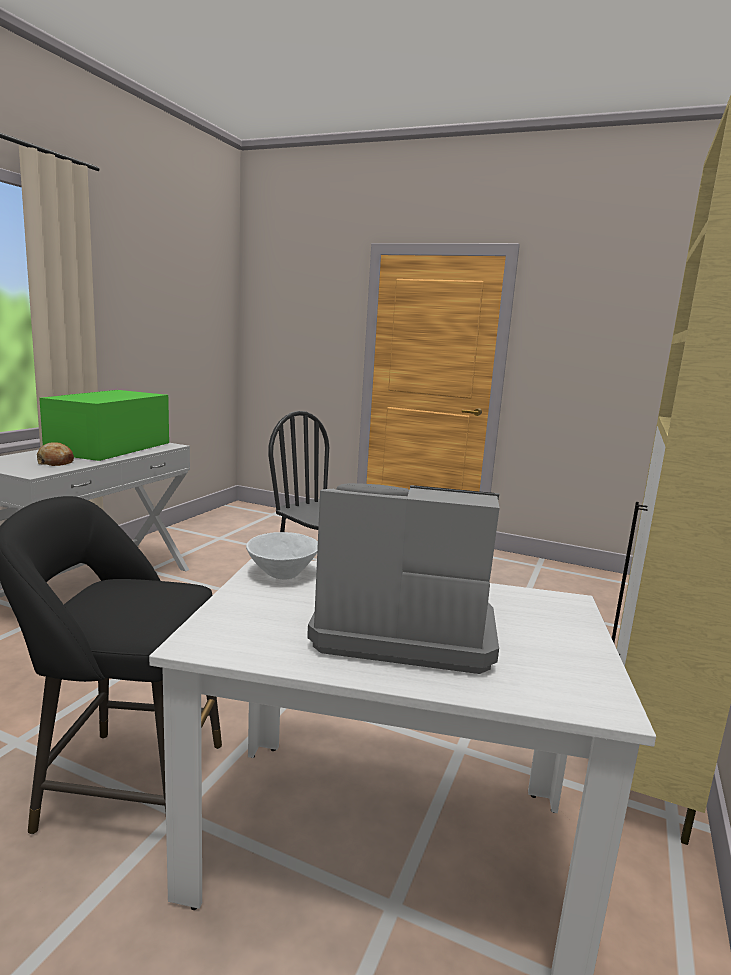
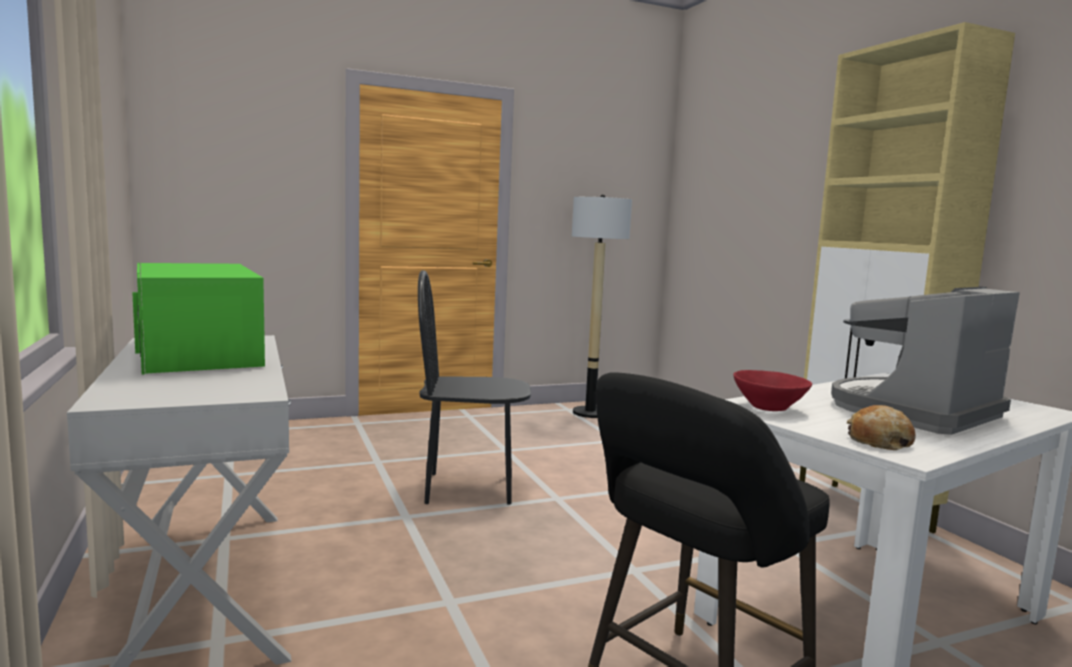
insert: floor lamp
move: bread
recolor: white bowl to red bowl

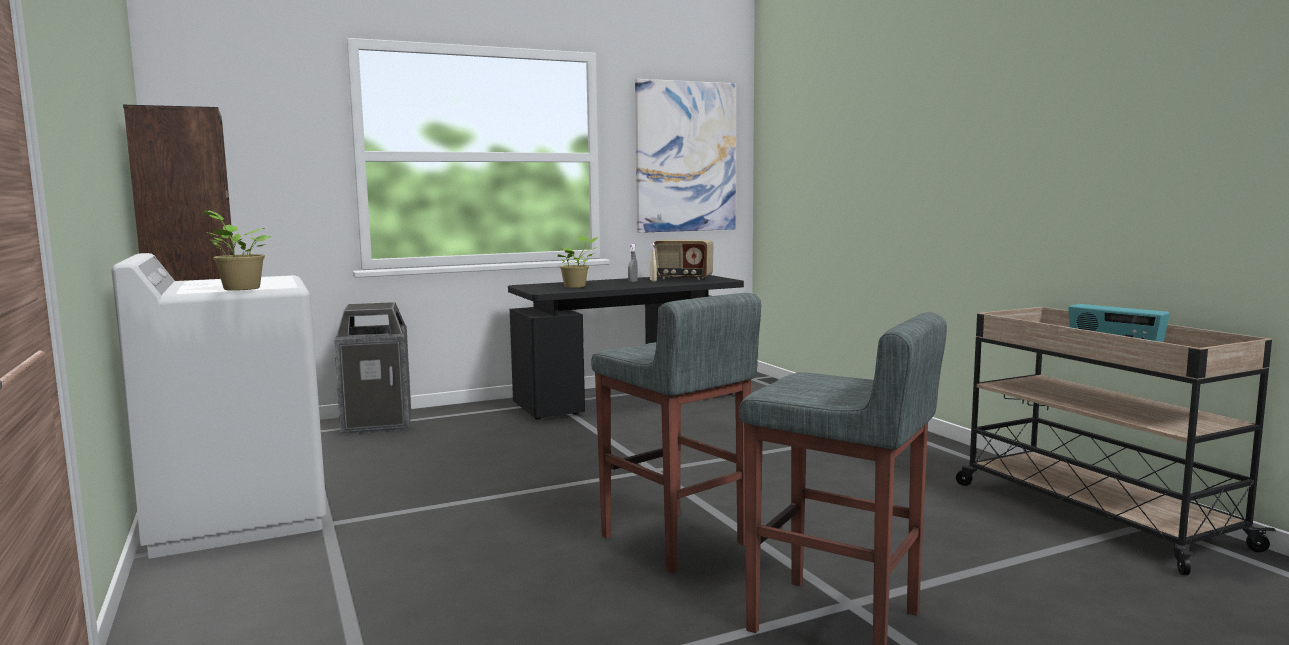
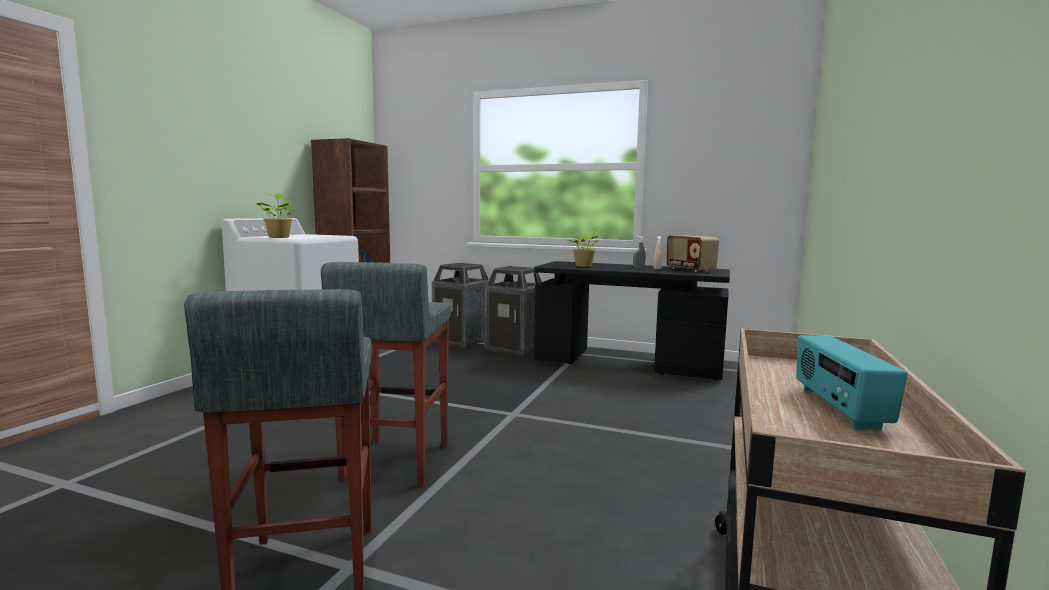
delete: picture
insert: trash can (2nd from left)

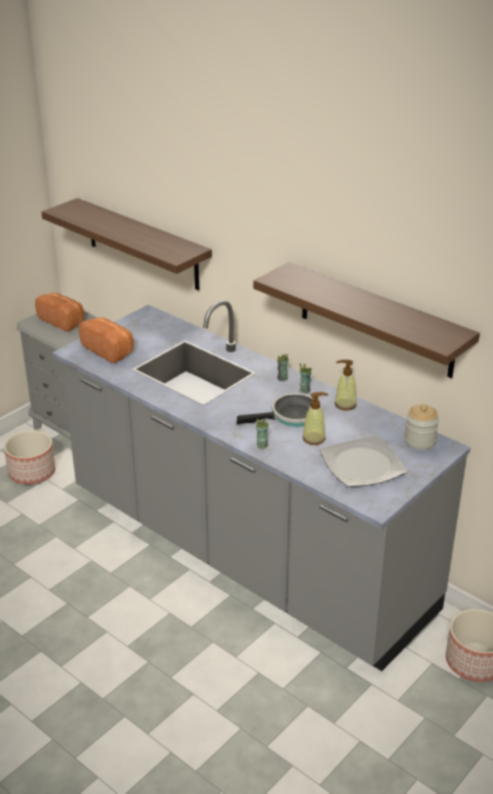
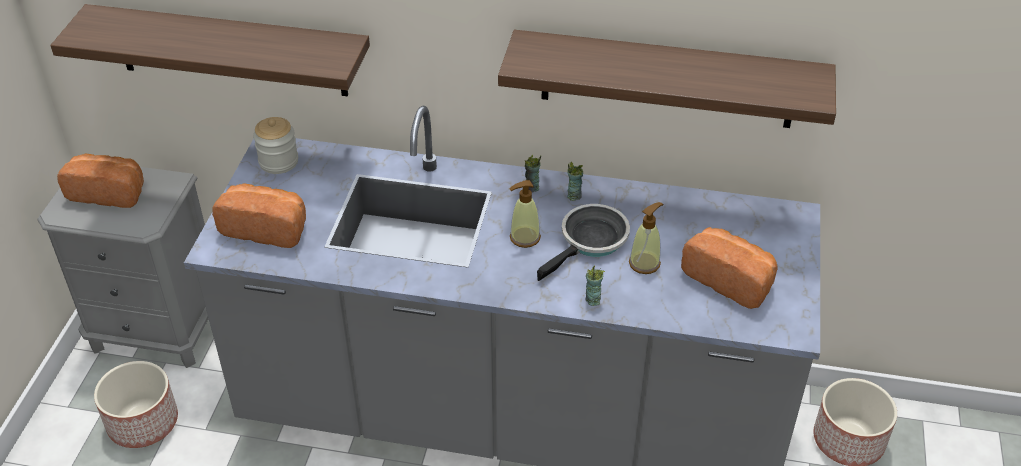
move: soap dispenser (2nd from left in the first image) to soap dispenser (1st from left); jar
replace: plate to bread (3rd from left)

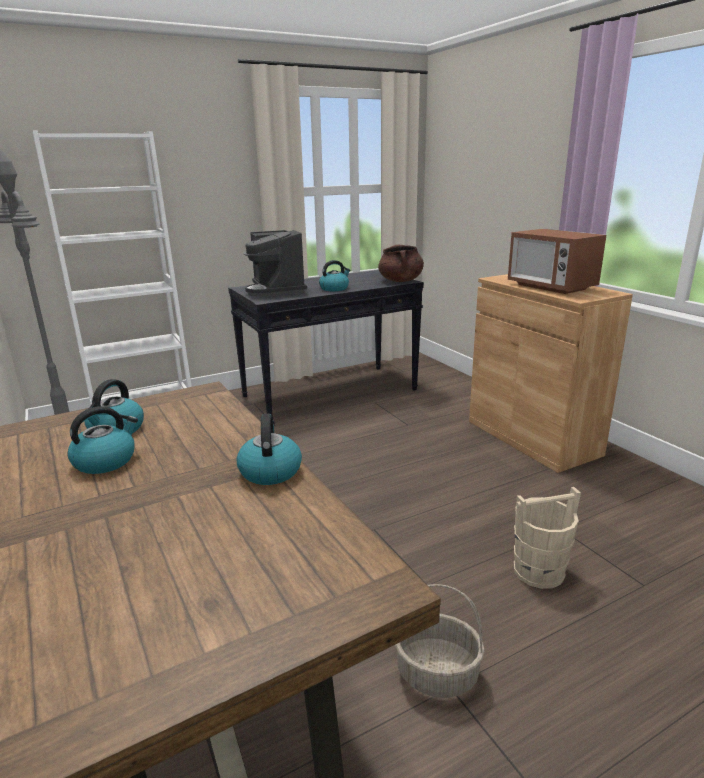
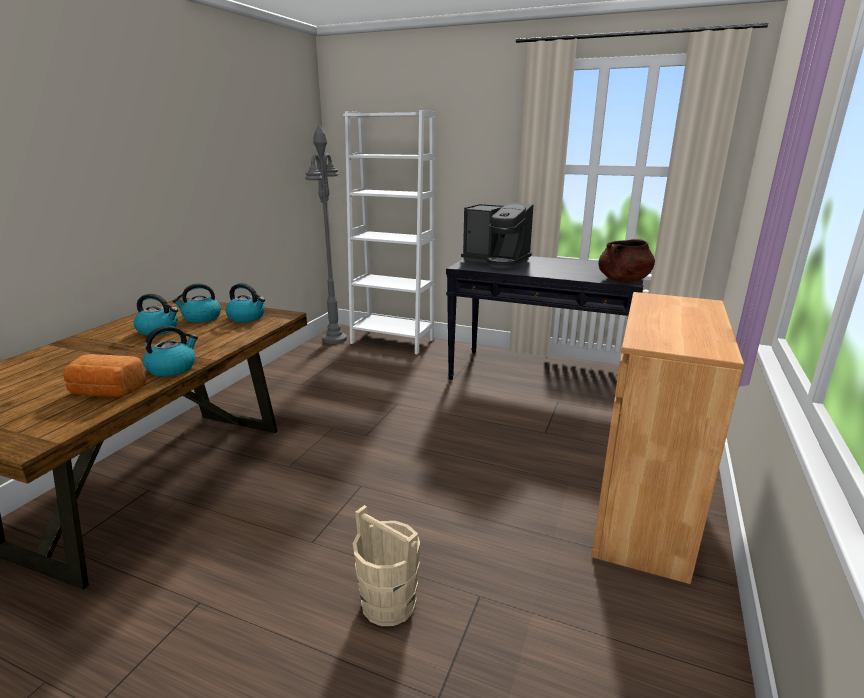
delete: microwave; basket
insert: bread
move: kettle (4th from left)
rotate: coffee machine 90 degrees counterclockwise

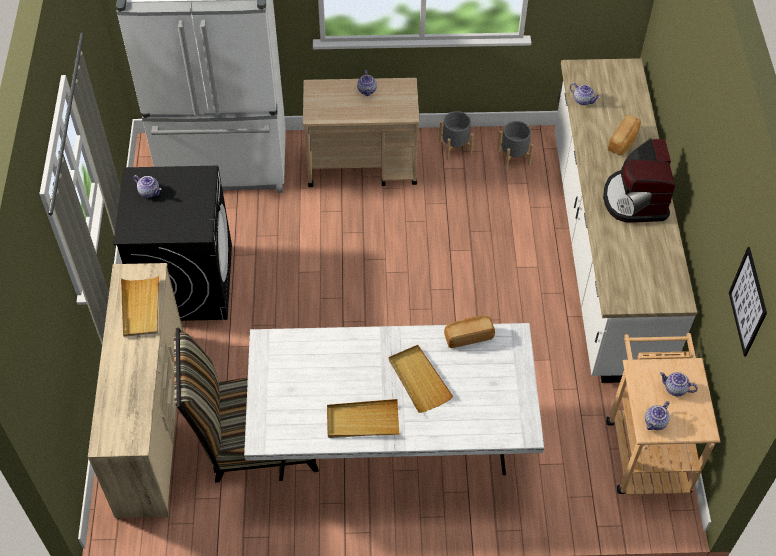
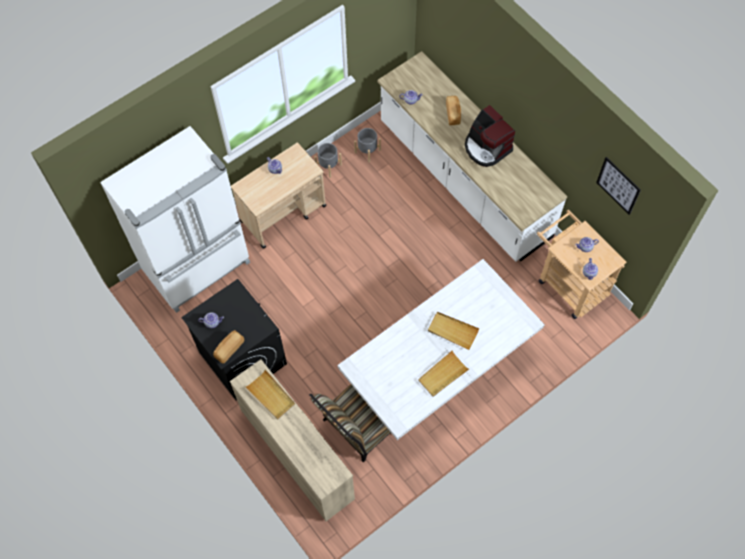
move: bread (1st from left)

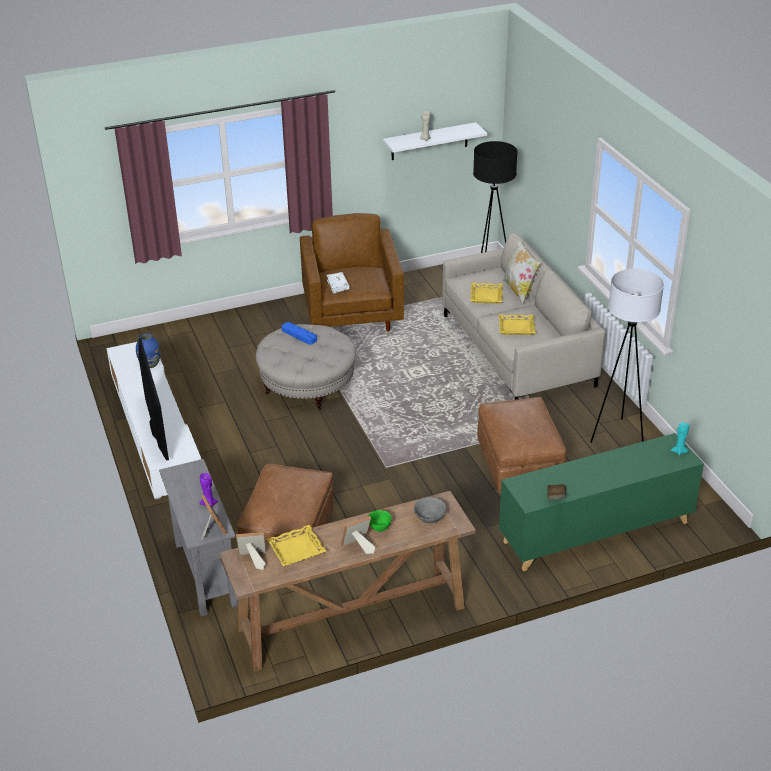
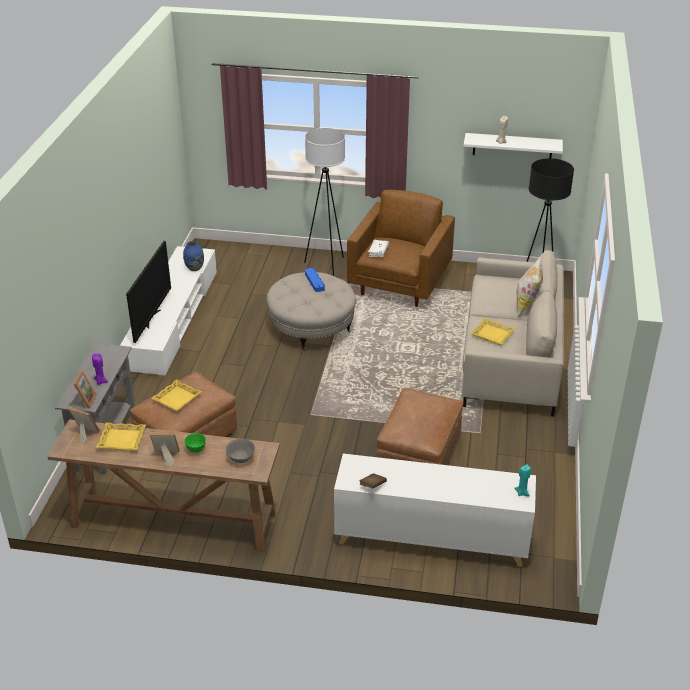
move: white floor lamp; yellow tray (2nd from left)
recolor: green cabinet to white cabinet

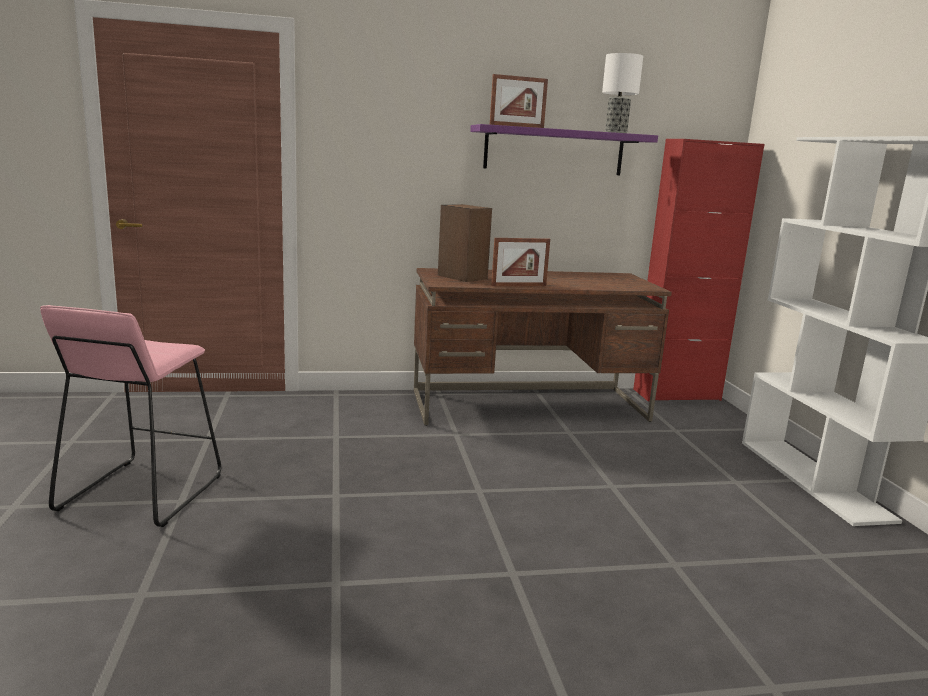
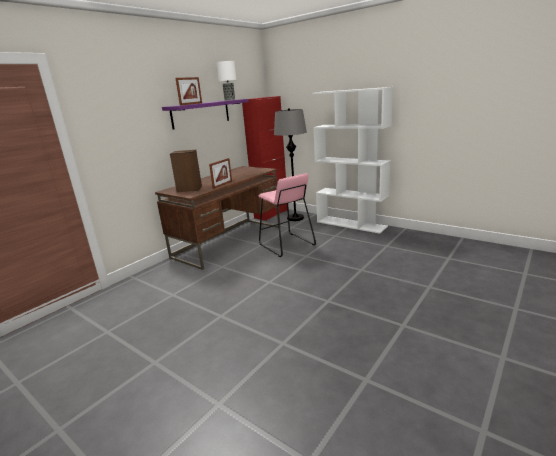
insert: grey floor lamp
move: pink stool

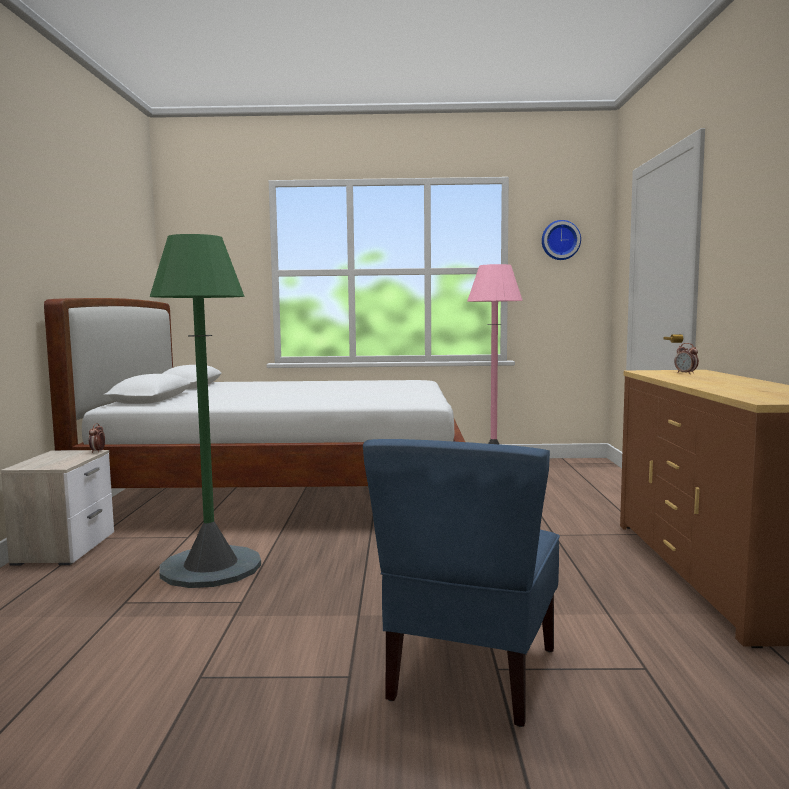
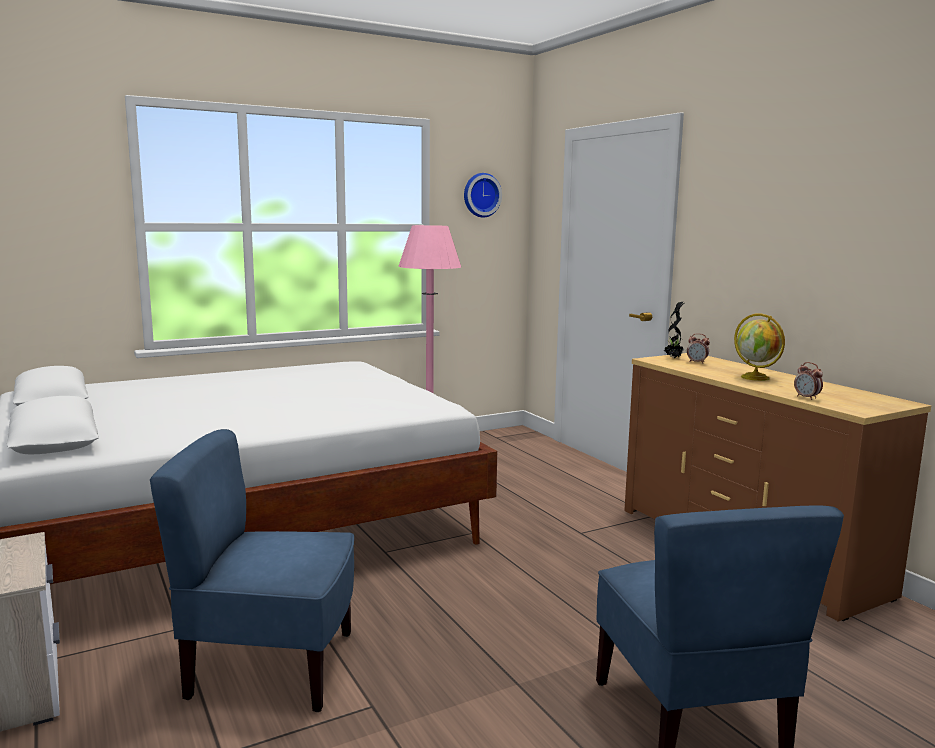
insert: potted plant; globe
move: alarm clock (1st from left in the first image) to alarm clock (2nd from left)
replace: green floor lamp to blue chair (1st from left)

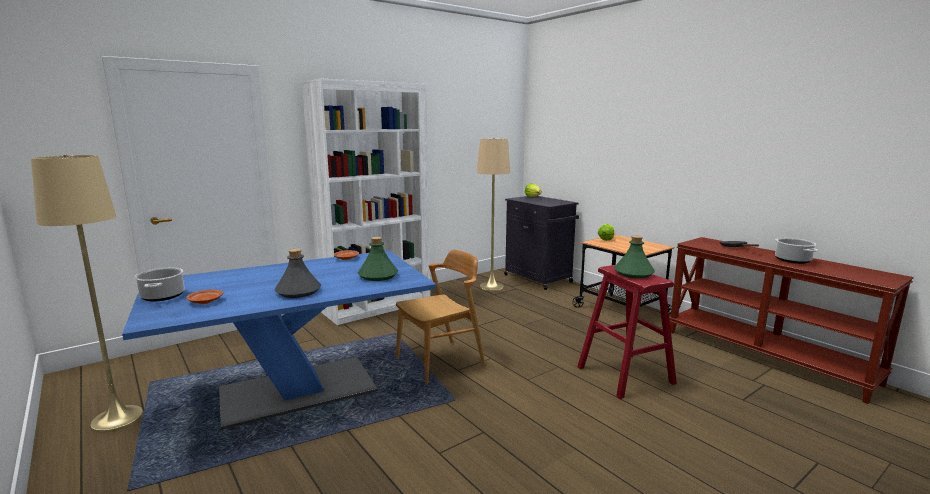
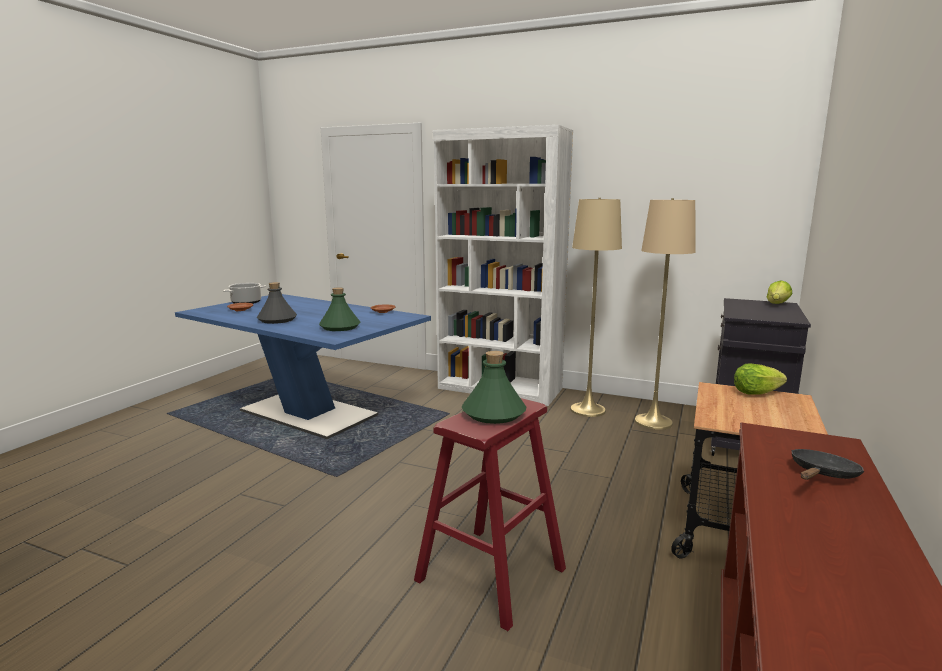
delete: cooking pot (2nd from left); brown chair
move: beige floor lamp (1st from left)

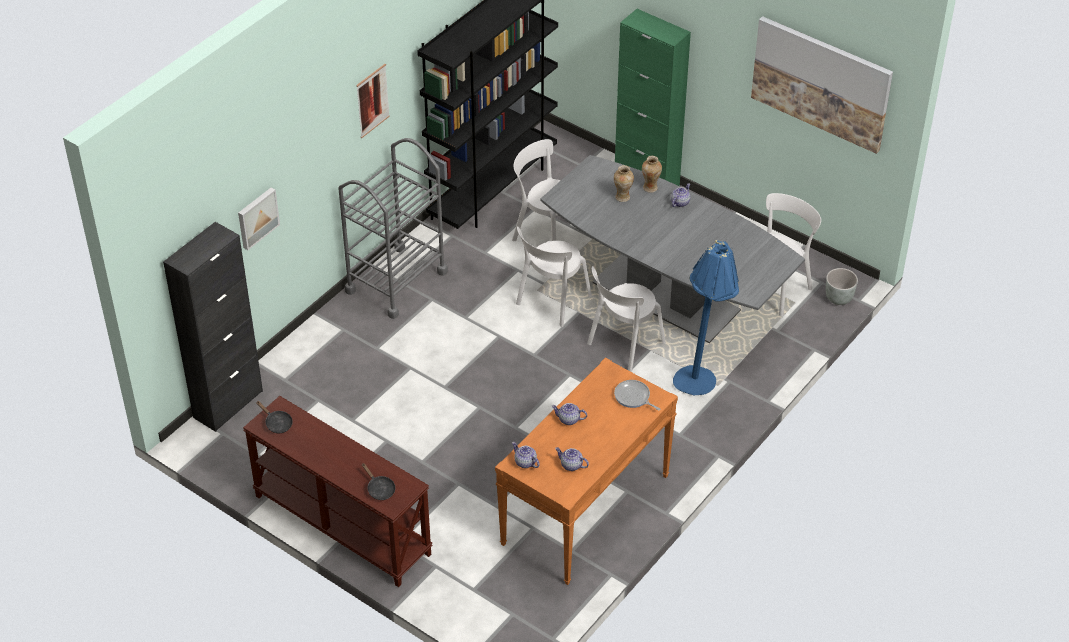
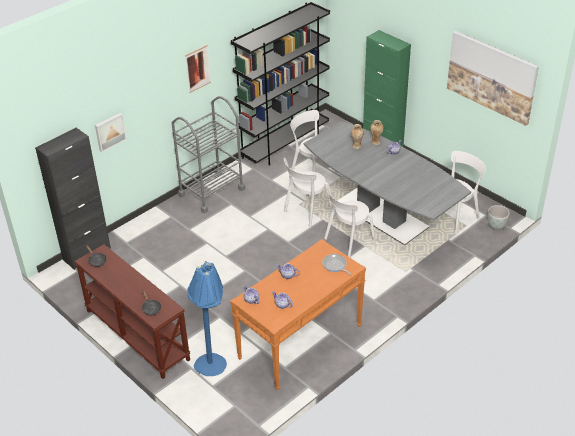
move: blue floor lamp

